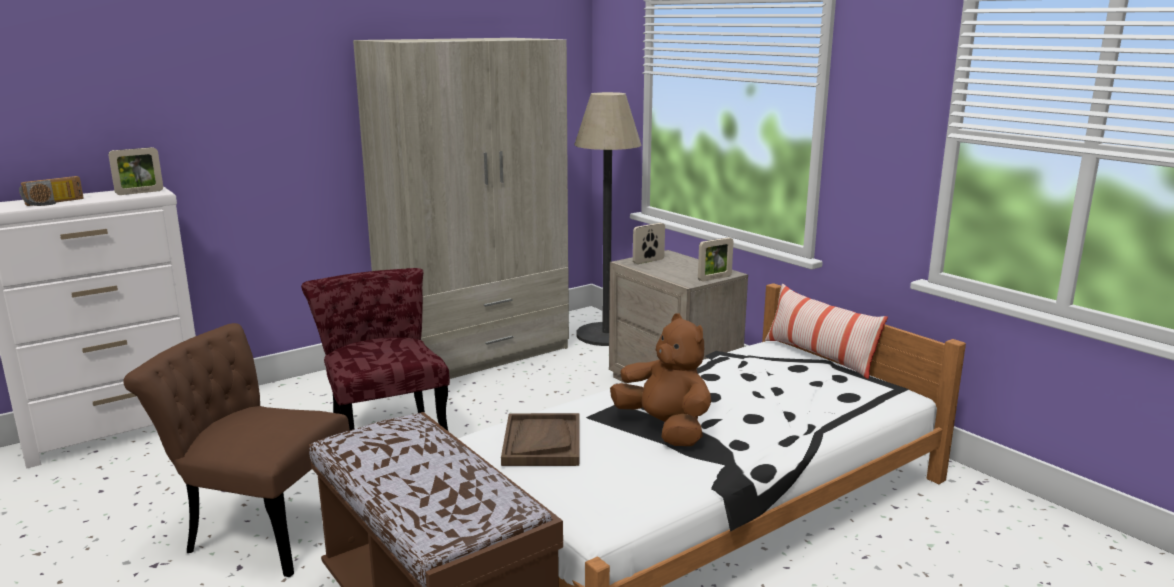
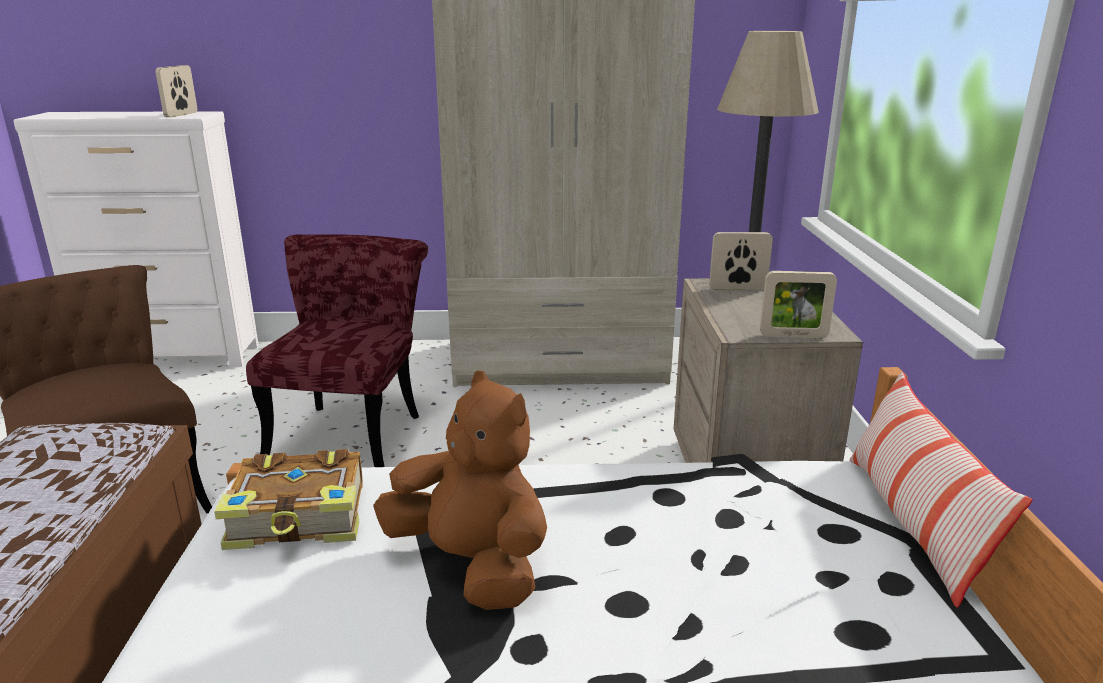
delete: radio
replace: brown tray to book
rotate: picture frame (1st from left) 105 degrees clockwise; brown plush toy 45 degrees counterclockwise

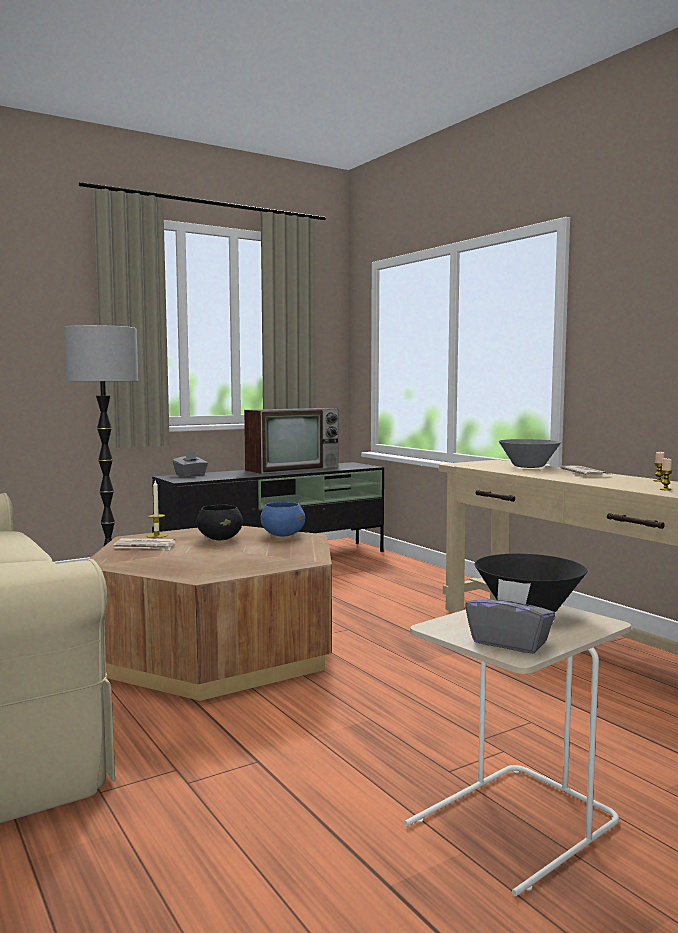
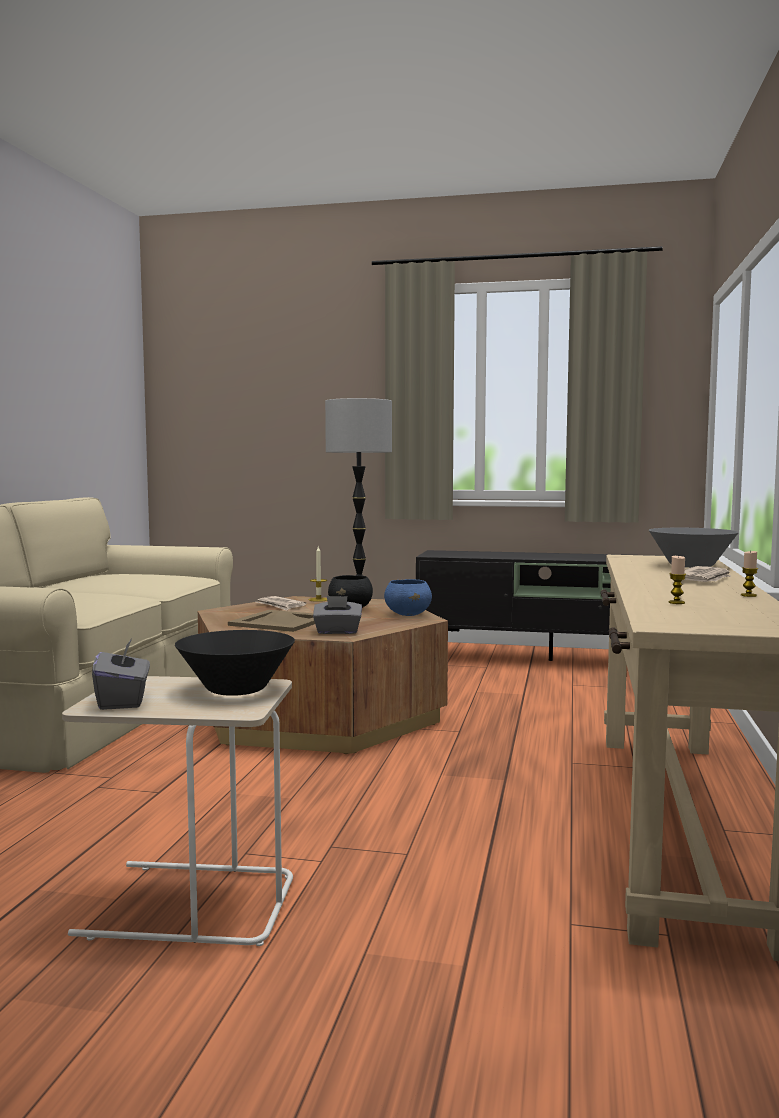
delete: television
insert: beige tray
move: grey tissue box (1st from left in the first image) to grey tissue box (2nd from left)

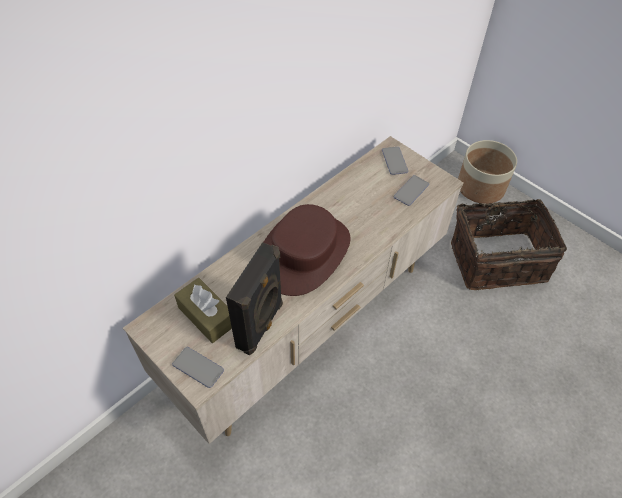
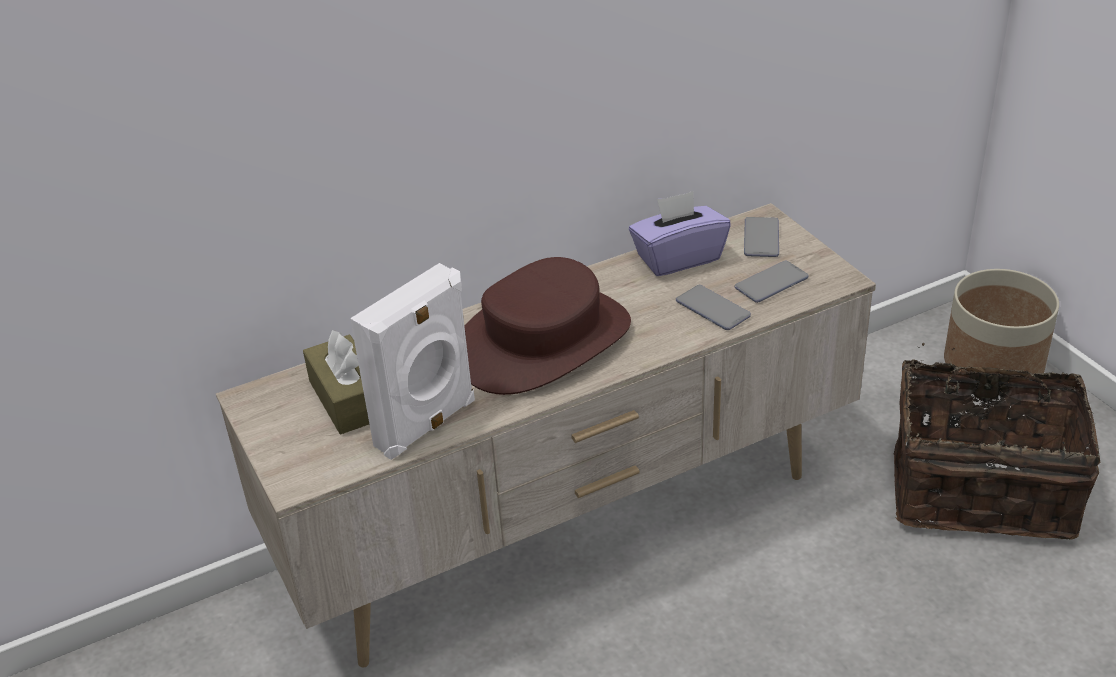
insert: purple tissue box
move: phone (1st from left)
recolor: black speaker to white speaker

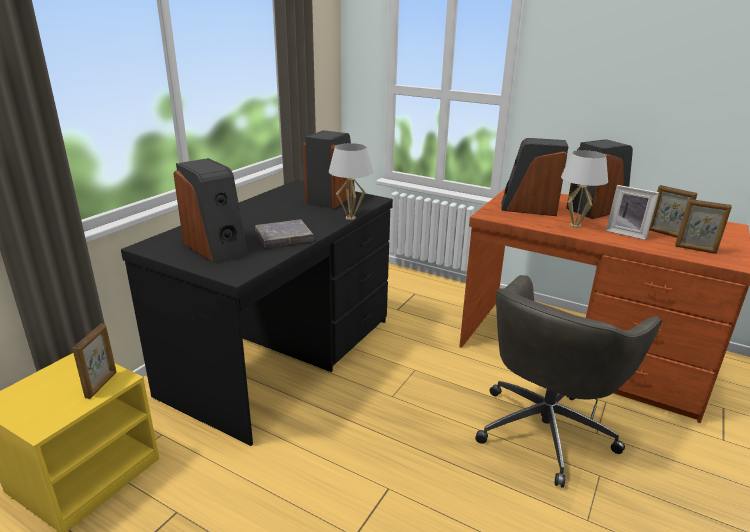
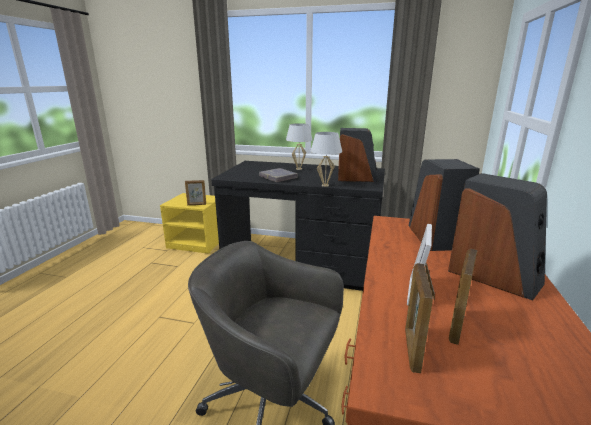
delete: speaker (1st from left)
move: white table lamp (2nd from left in the first image) to white table lamp (1st from left)

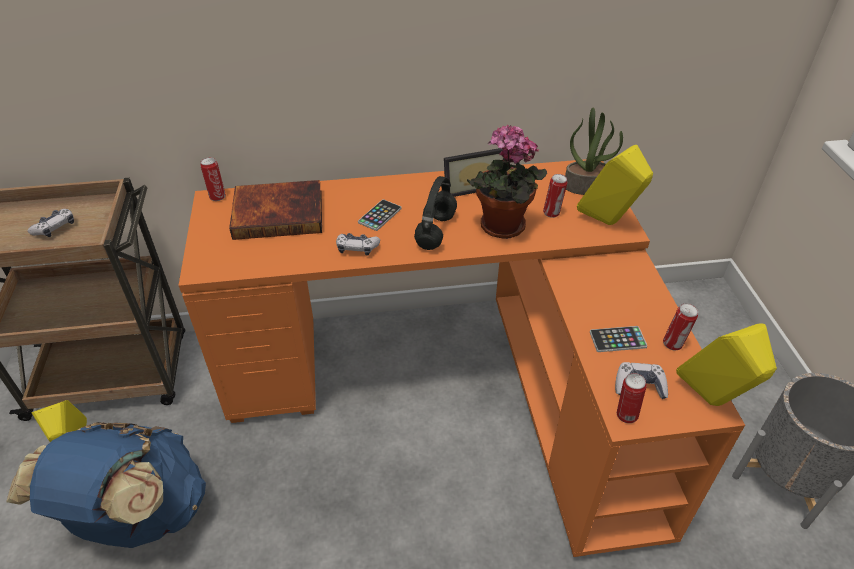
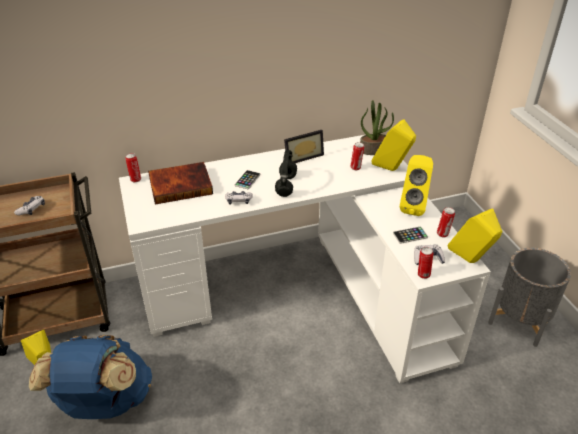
delete: potted plant (1st from left)
insert: yellow speaker (3rd from left)
recolor: orange desk to white desk

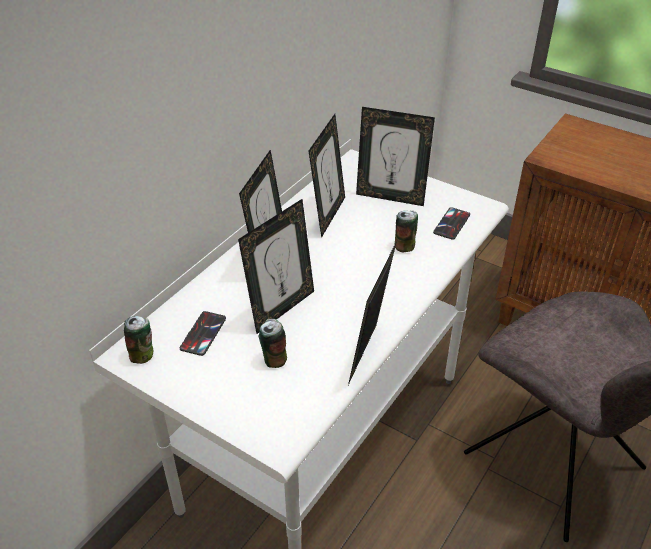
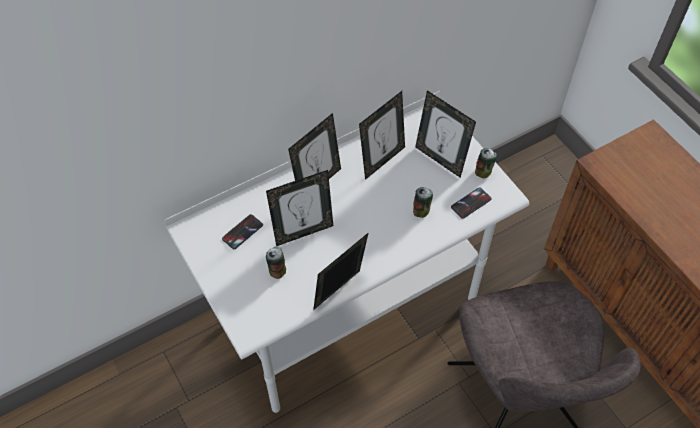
move: can (1st from left in the first image) to can (3rd from left)

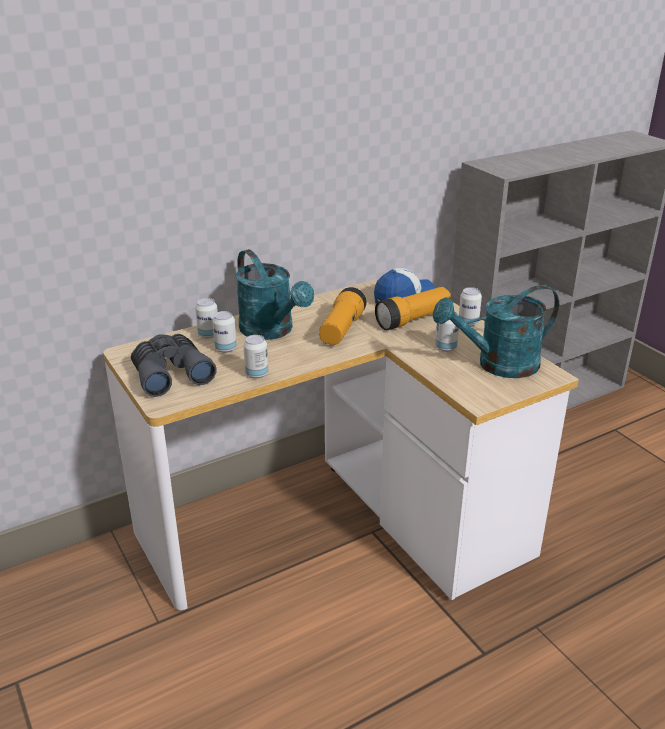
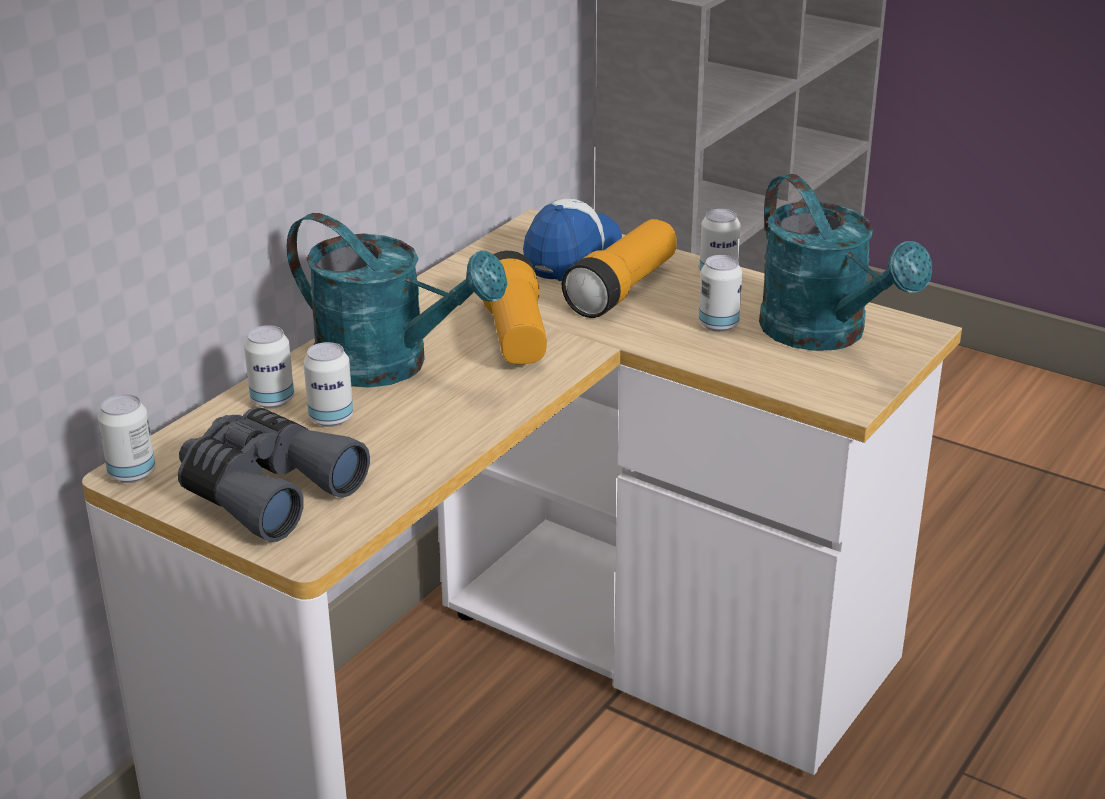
move: can (3rd from left in the first image) to can (1st from left)
rotate: turquoise watering can (2nd from left) 75 degrees counterclockwise

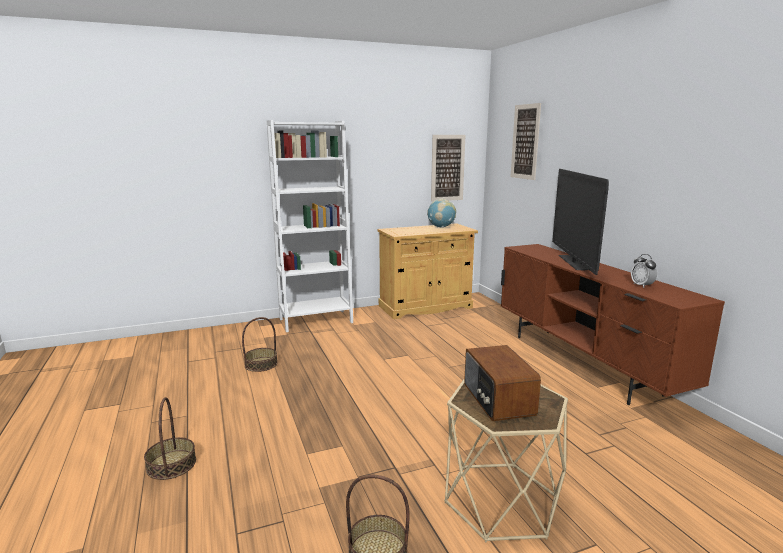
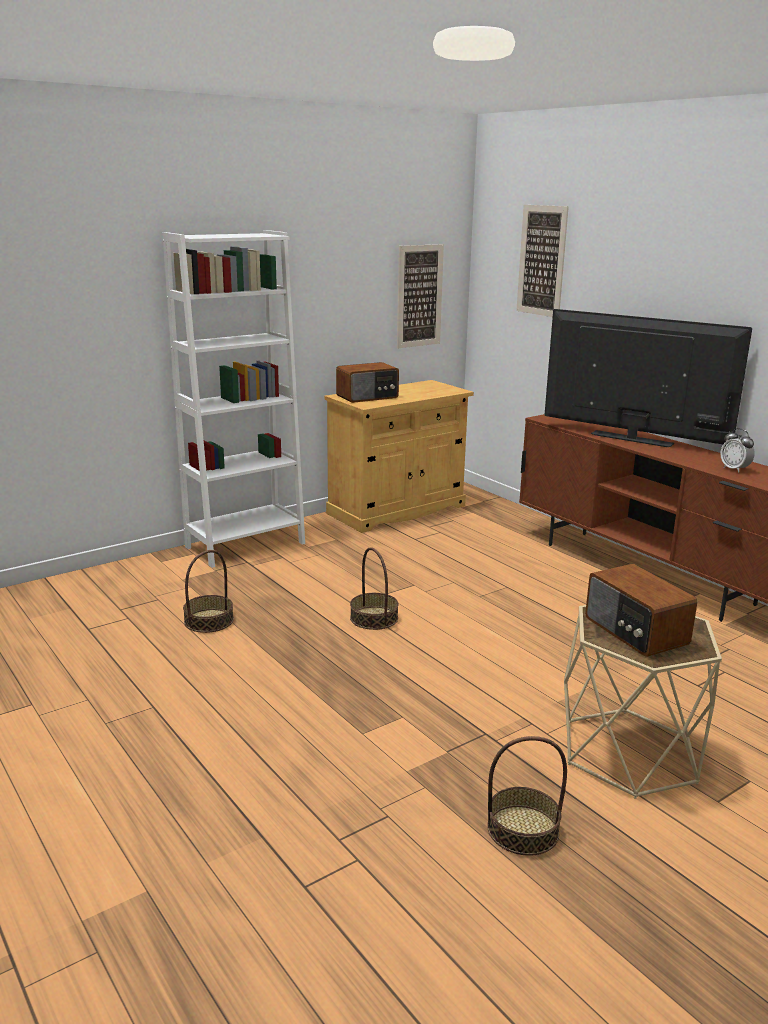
delete: globe
insert: radio (1st from left)
move: basket (1st from left in the first image) to basket (2nd from left)
rotate: television 135 degrees clockwise

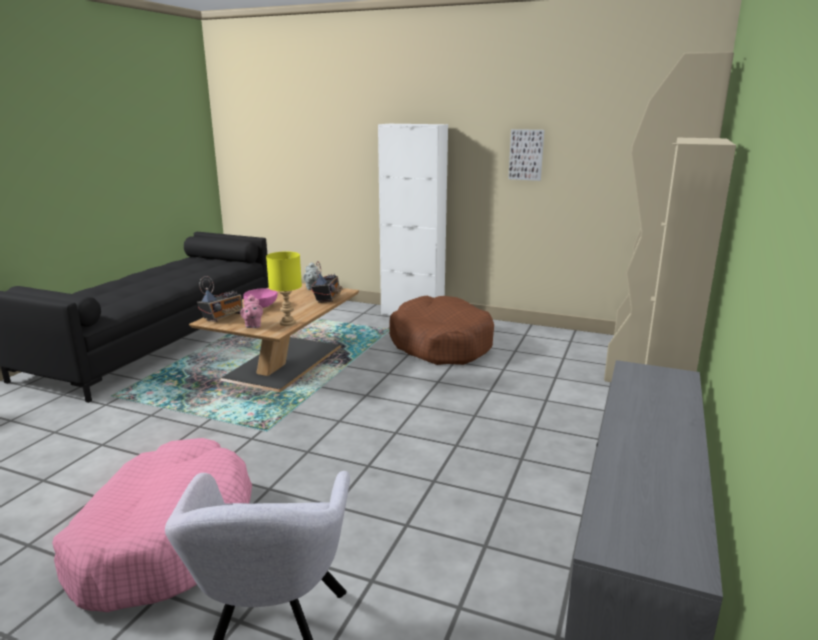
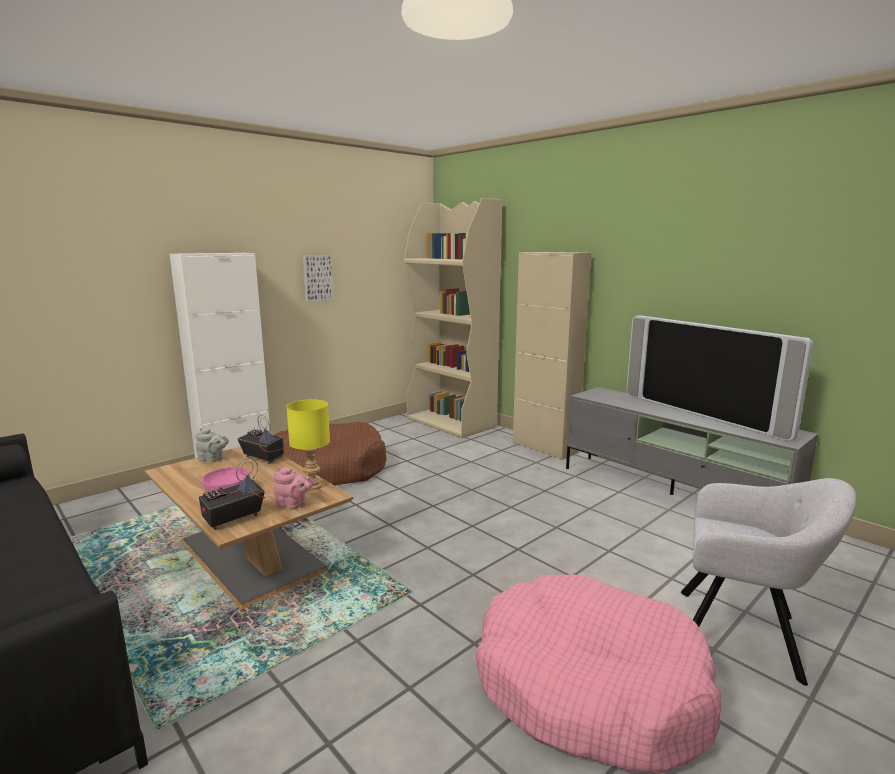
insert: television
rotate: radio (1st from left) 105 degrees counterclockwise

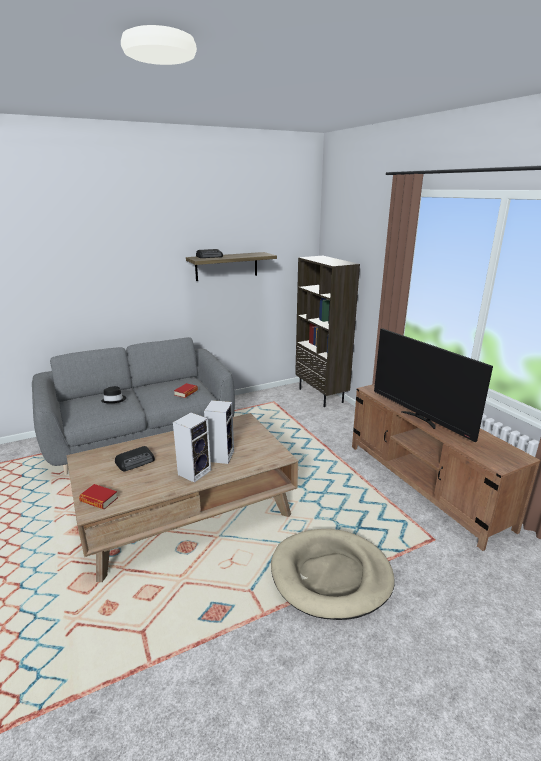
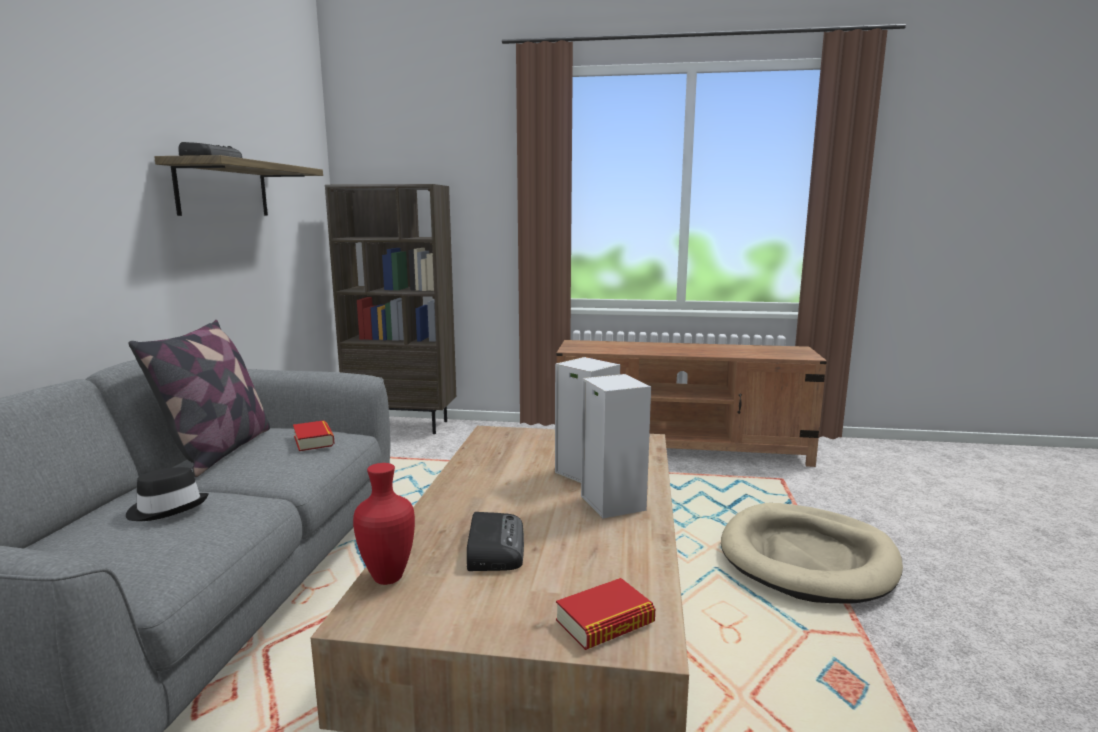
delete: television
insert: pillow; red vase

